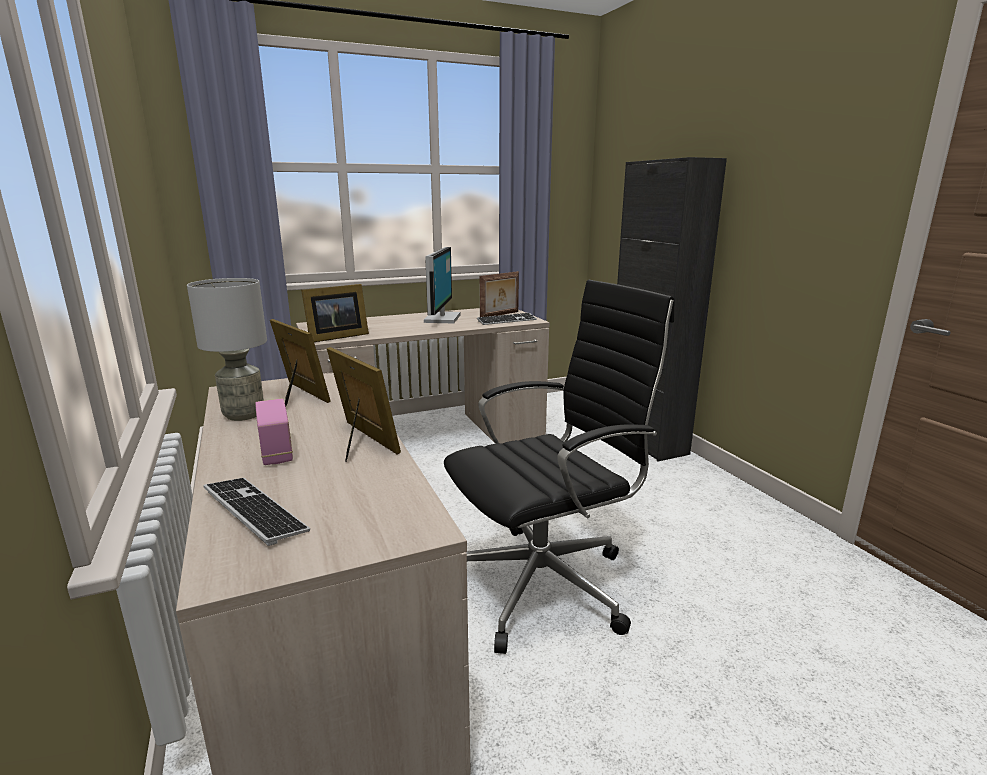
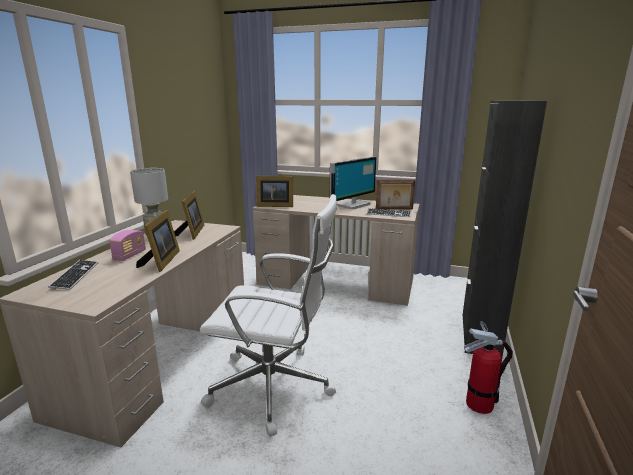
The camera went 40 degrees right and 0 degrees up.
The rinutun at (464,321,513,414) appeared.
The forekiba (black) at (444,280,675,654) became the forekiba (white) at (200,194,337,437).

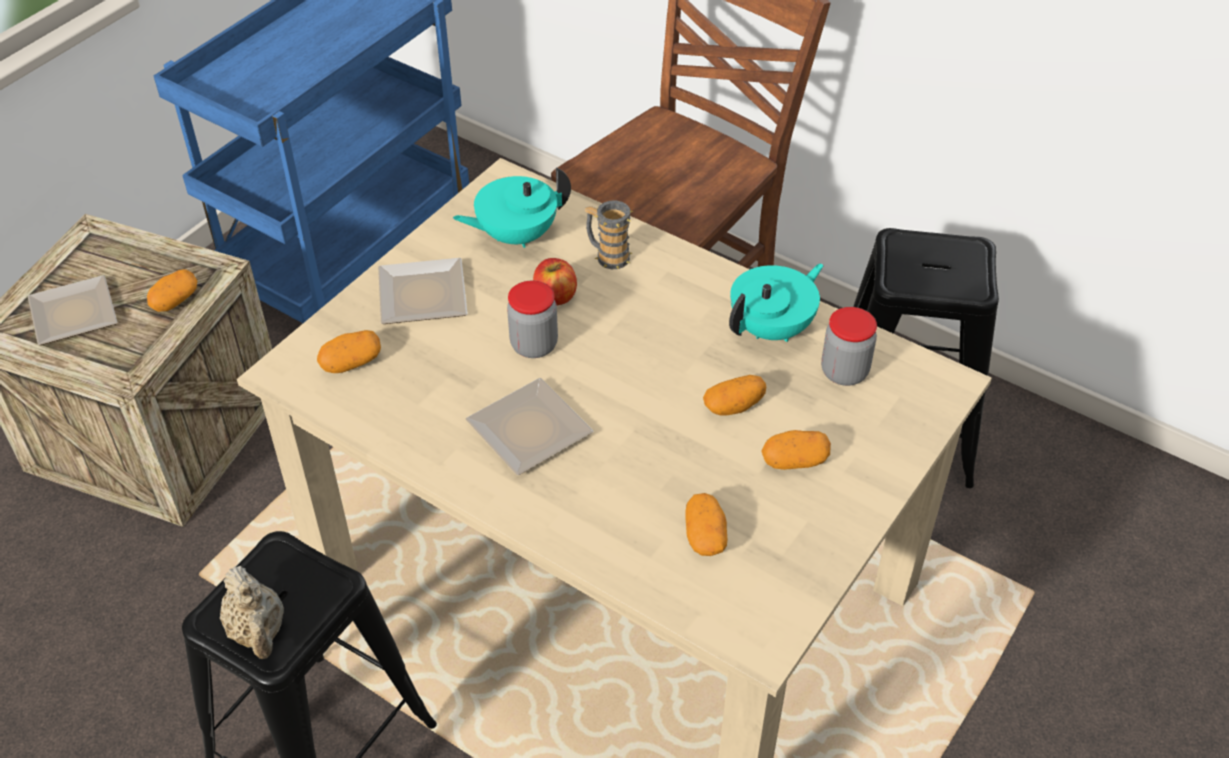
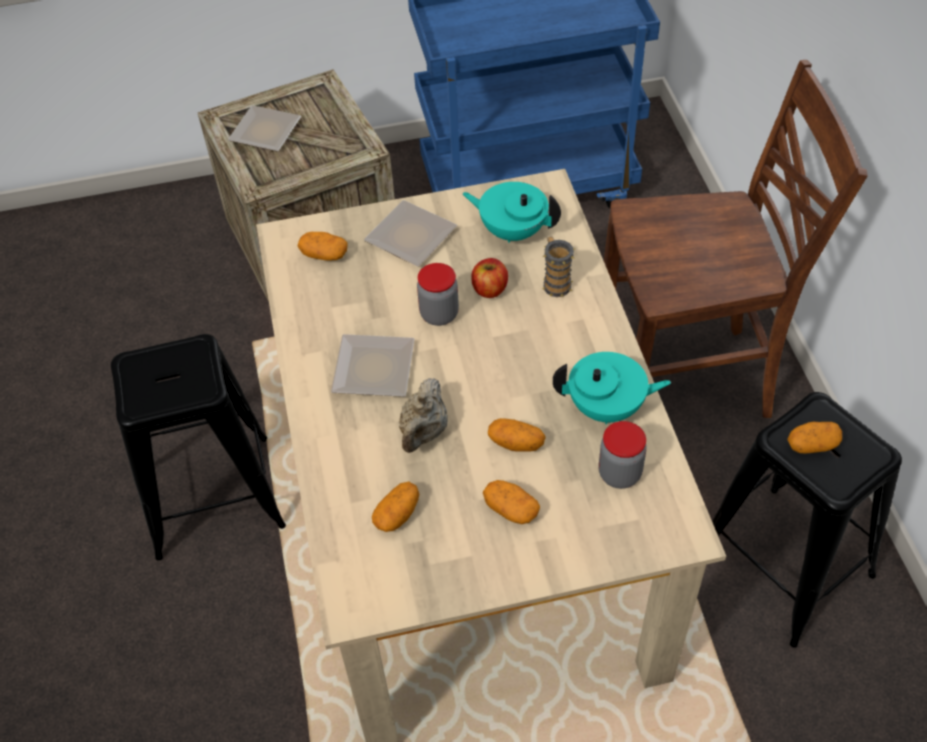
The camera went 45 degrees right and 5 degrees up.
The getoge moved from (147,269,197,312) to (787,422,842,454).
The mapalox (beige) moved from (220,566,284,659) to (399,378,448,453).

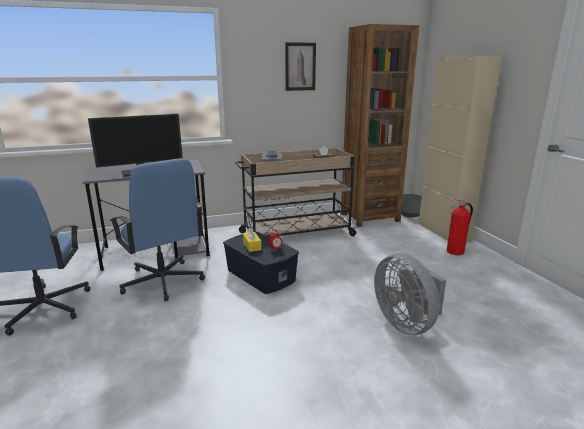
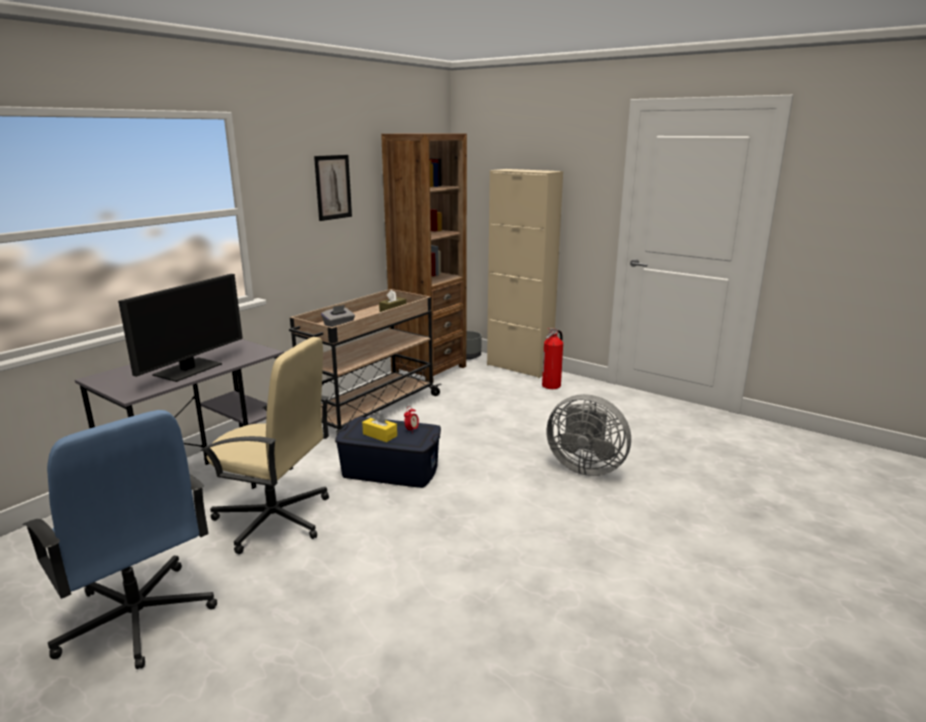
The camera went 35 degrees left and 0 degrees up.
The forekiba (blue) at (110,158,205,301) became the forekiba (beige) at (201,337,329,554).

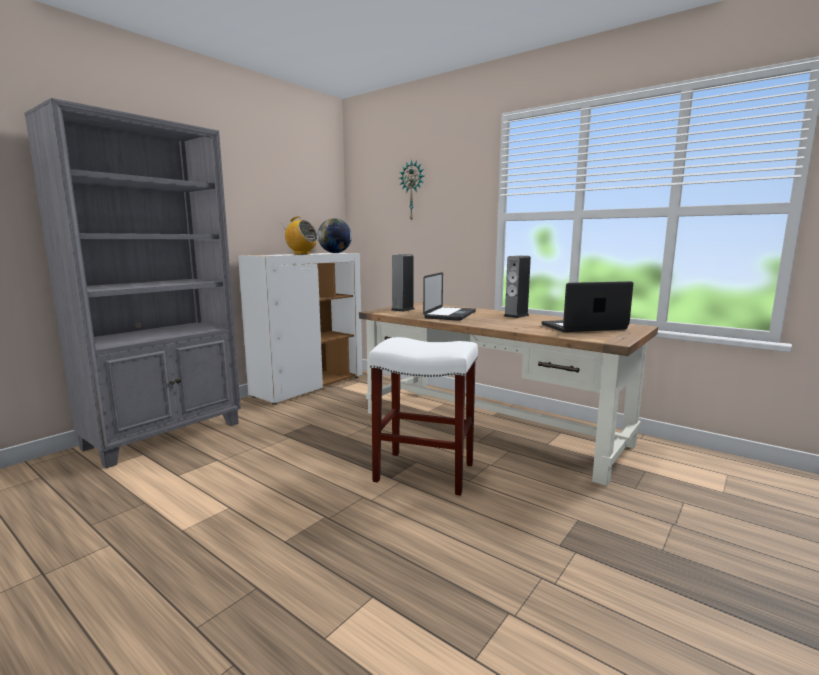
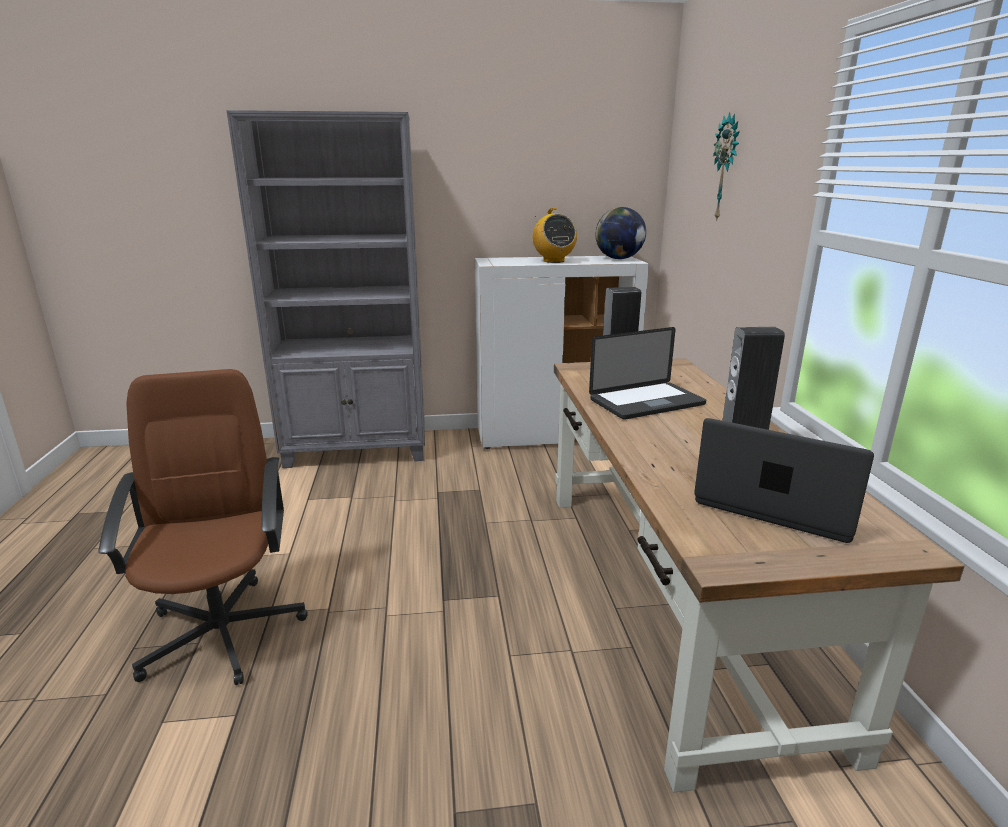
The camera went 45 degrees right and 10 degrees up.
The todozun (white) at (369,337,478,496) disappeared.
The forekiba (brown) at (98,369,308,685) appeared.

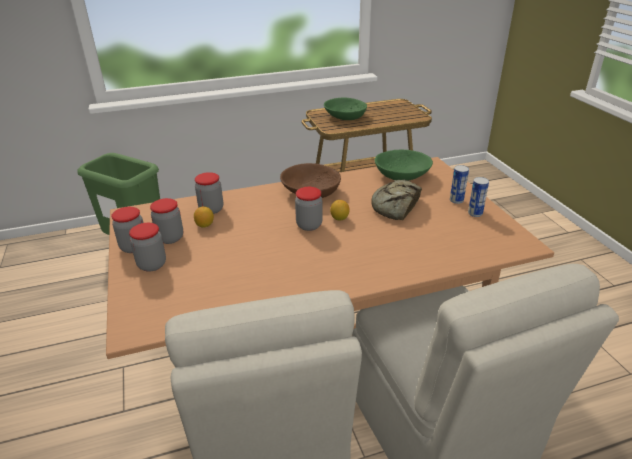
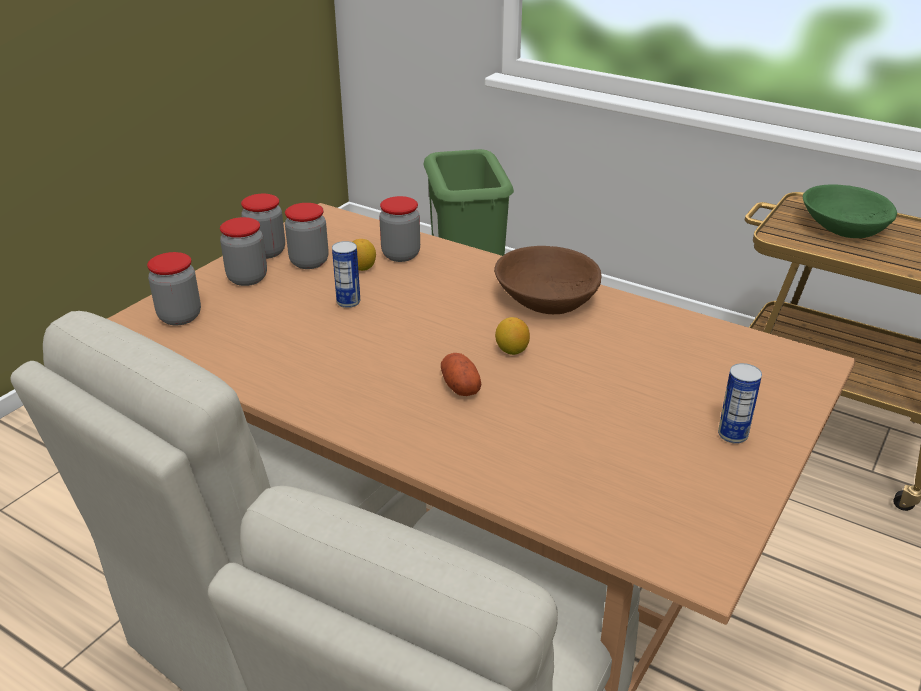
The camera went 50 degrees right and 0 degrees up.
The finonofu at (371,180,422,220) disappeared.
The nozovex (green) at (375,149,433,181) disappeared.
The getoge at (441,353,482,396) appeared.
The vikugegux moved from (295,187,323,231) to (147,252,201,326).
The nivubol moved from (468,177,489,217) to (332,241,360,308).

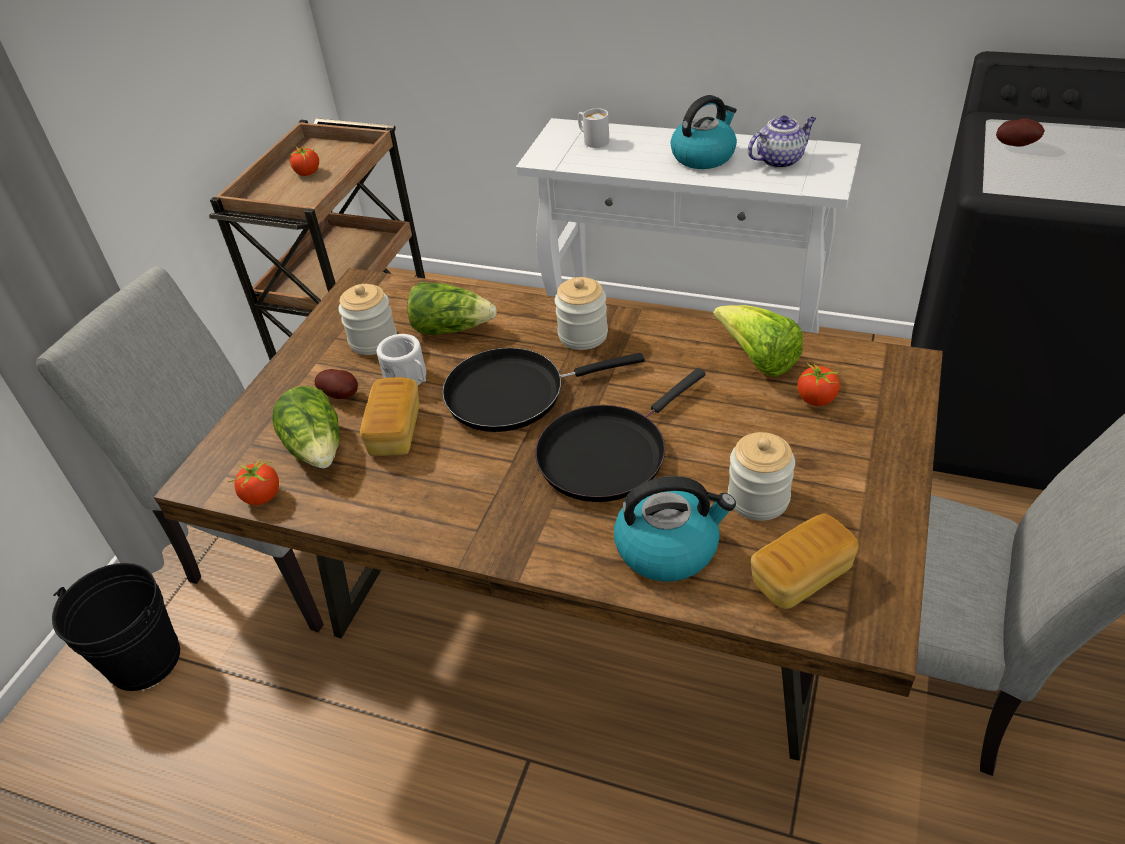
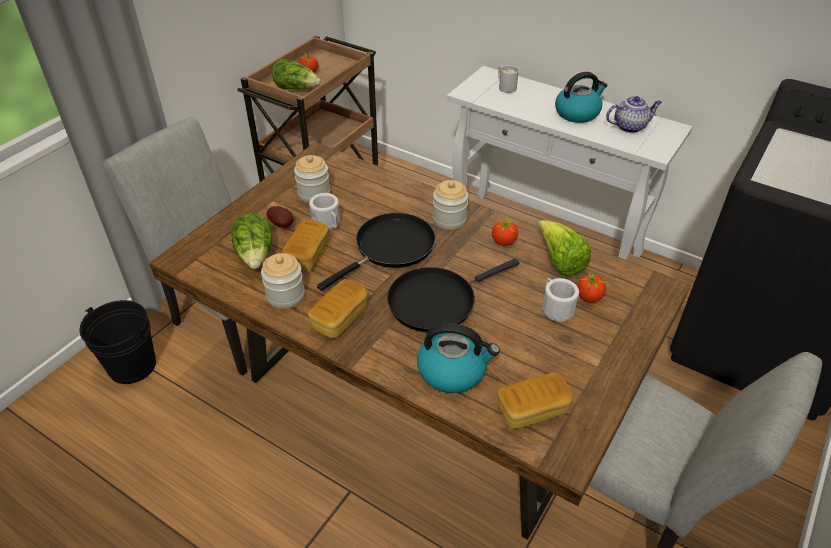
The camera went 10 degrees right and 0 degrees up.
The getoge at (996,118,1045,147) disappeared.
The finonofu at (308,279,367,338) appeared.
The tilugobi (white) at (542,278,579,322) appeared.
The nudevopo moved from (228,458,279,505) to (492,218,518,246).
The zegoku moved from (407,282,497,335) to (272,59,321,89).
The vikugegux moved from (728,432,795,521) to (261,253,305,309).
The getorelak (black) at (442,348,645,432) turned 135 degrees clockwise.

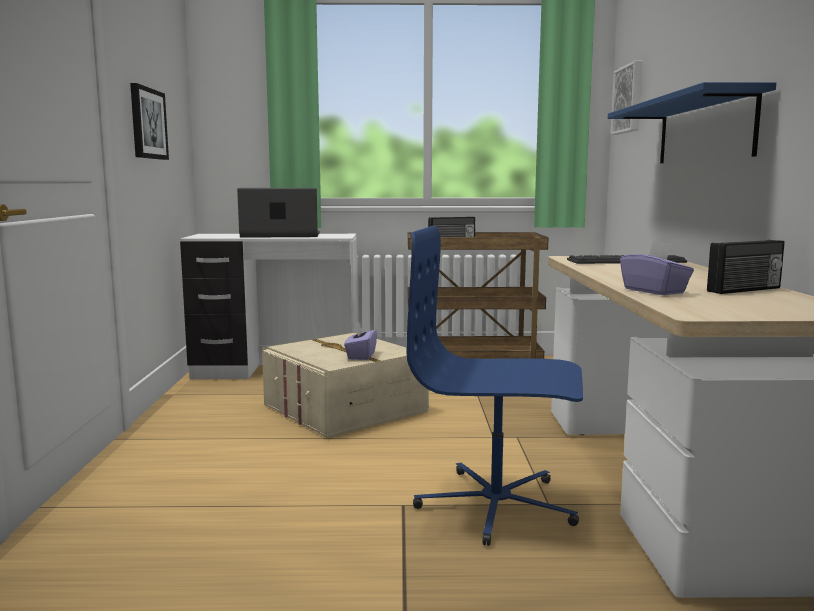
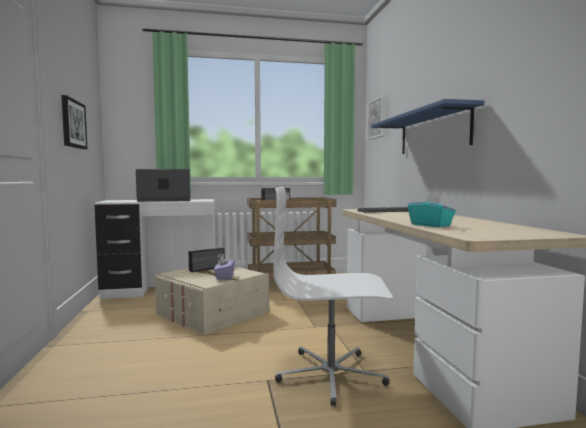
The camera went 10 degrees left and 5 degrees down.
The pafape moved from (707,240,785,294) to (189,248,225,272).
The forekiba (blue) at (407,226,583,546) became the forekiba (white) at (273,187,393,406).
The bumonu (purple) at (620,242,694,295) became the bumonu (turquoise) at (408,194,456,227).

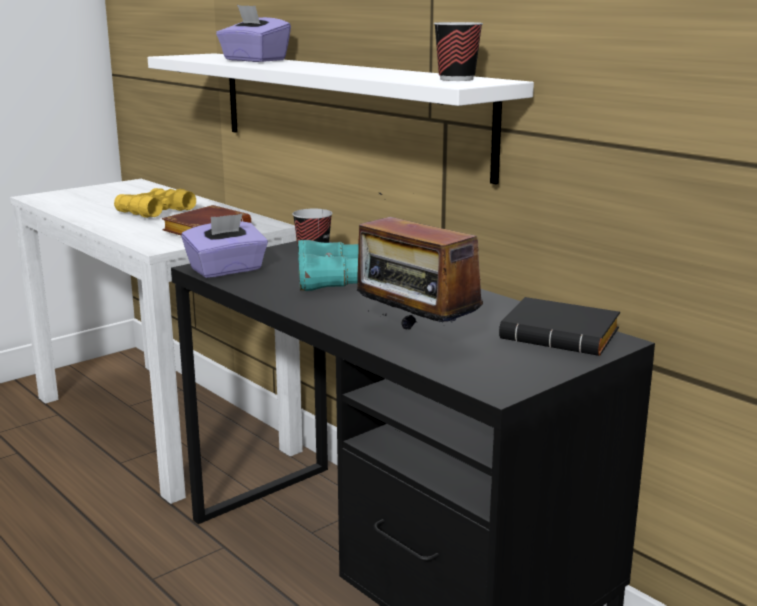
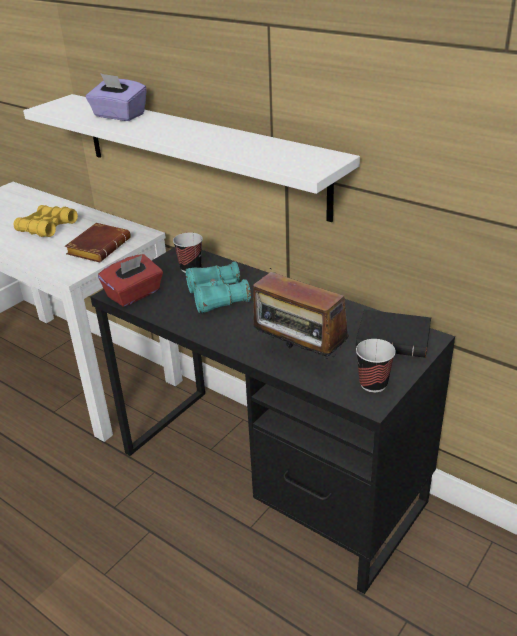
The camera went 10 degrees left and 15 degrees up.
The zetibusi moved from (434,22,483,81) to (356,339,396,392).
The bumonu (purple) at (182,214,268,278) became the bumonu (red) at (98,254,163,307).

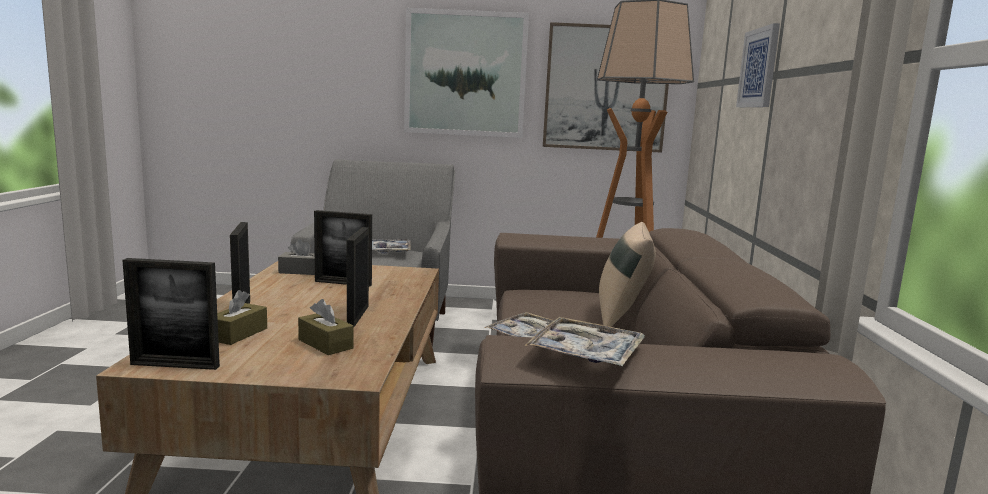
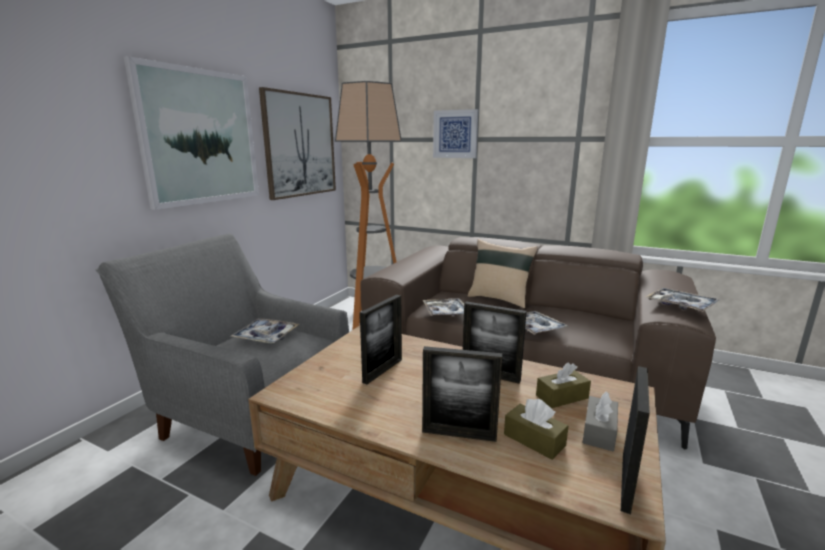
The camera went 65 degrees left and 5 degrees up.
The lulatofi at (423,298,464,316) appeared.
The bumonu (grey) moved from (278,239,315,275) to (583,391,618,452).

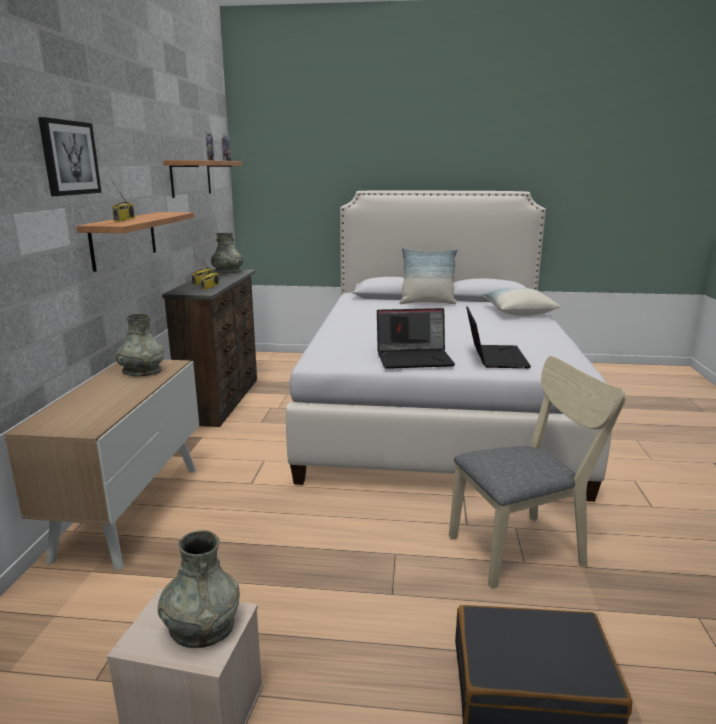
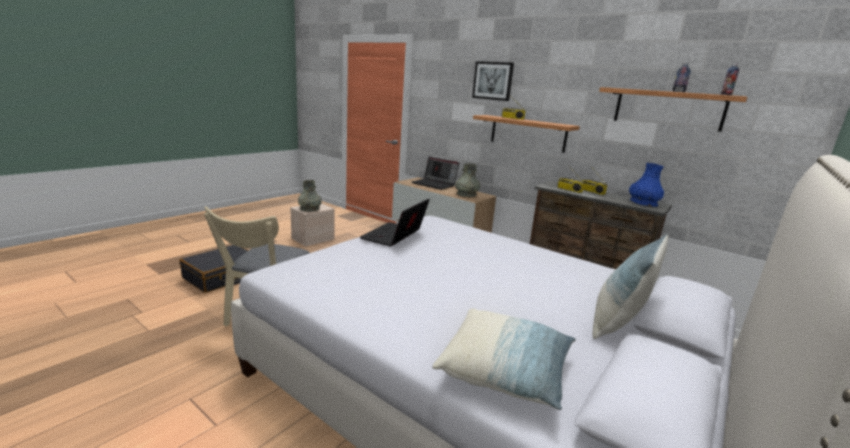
The camera went 120 degrees right and 0 degrees up.
The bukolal moved from (466,306,531,368) to (412,157,459,190).
The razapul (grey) at (211,233,243,273) became the razapul (blue) at (629,163,664,207).

